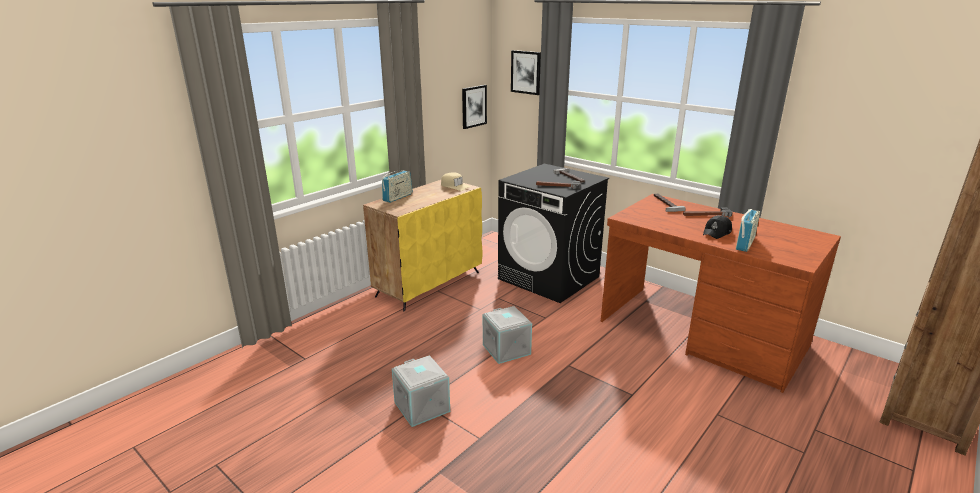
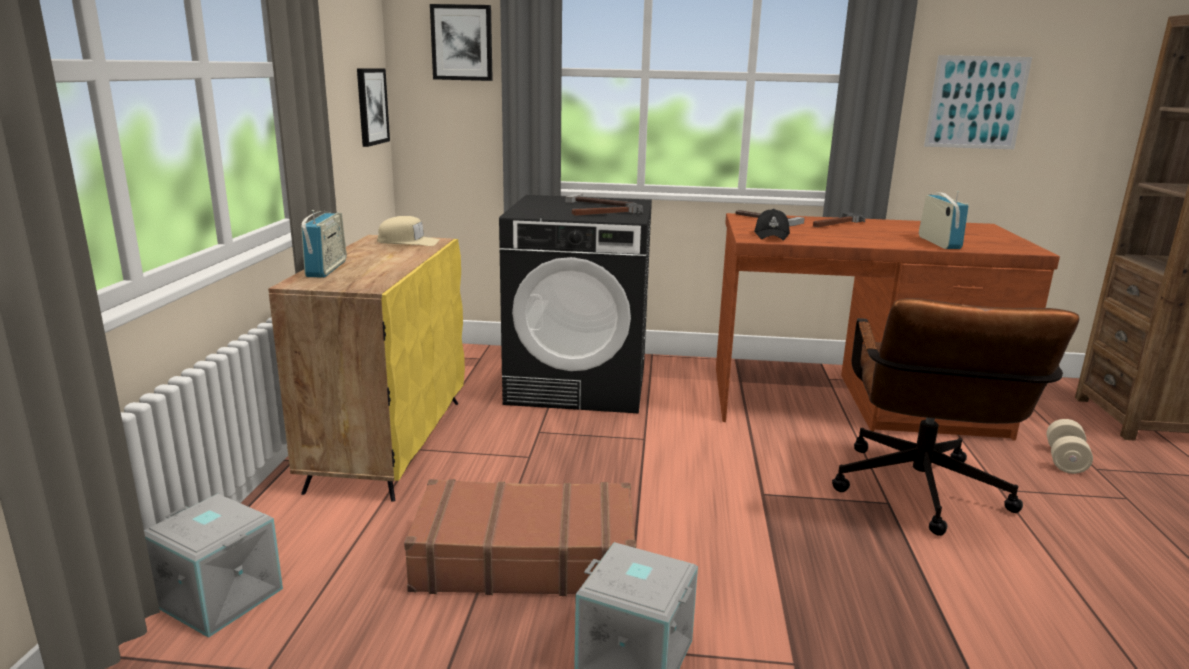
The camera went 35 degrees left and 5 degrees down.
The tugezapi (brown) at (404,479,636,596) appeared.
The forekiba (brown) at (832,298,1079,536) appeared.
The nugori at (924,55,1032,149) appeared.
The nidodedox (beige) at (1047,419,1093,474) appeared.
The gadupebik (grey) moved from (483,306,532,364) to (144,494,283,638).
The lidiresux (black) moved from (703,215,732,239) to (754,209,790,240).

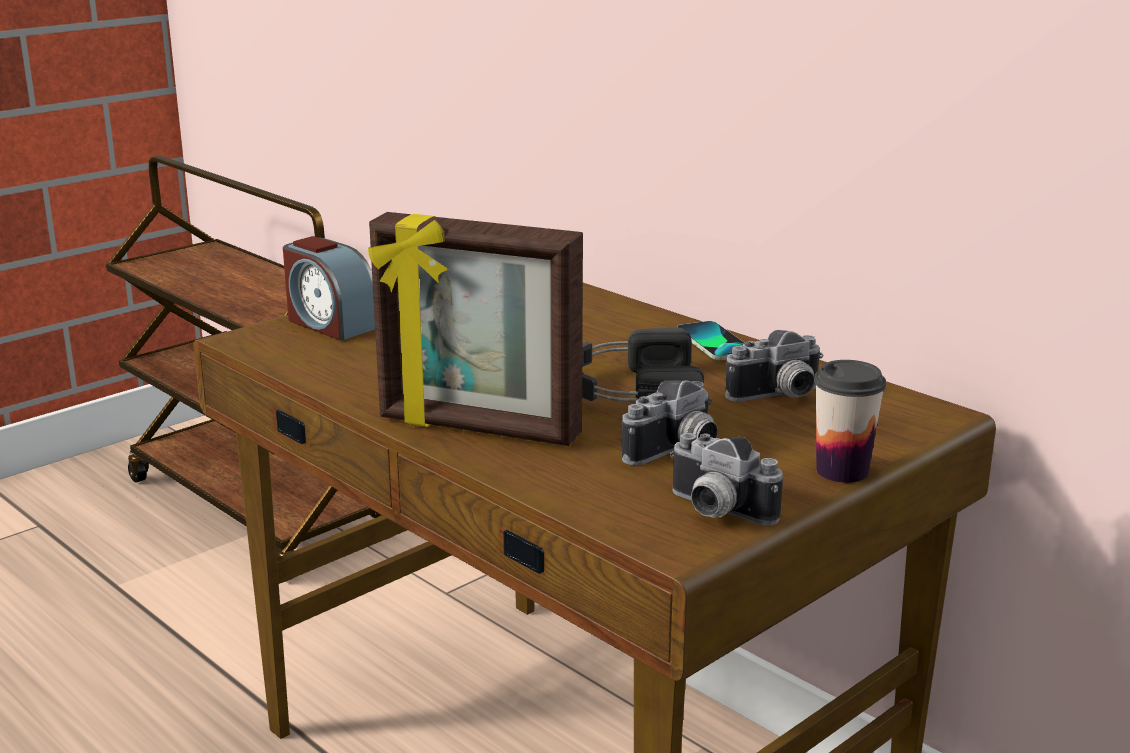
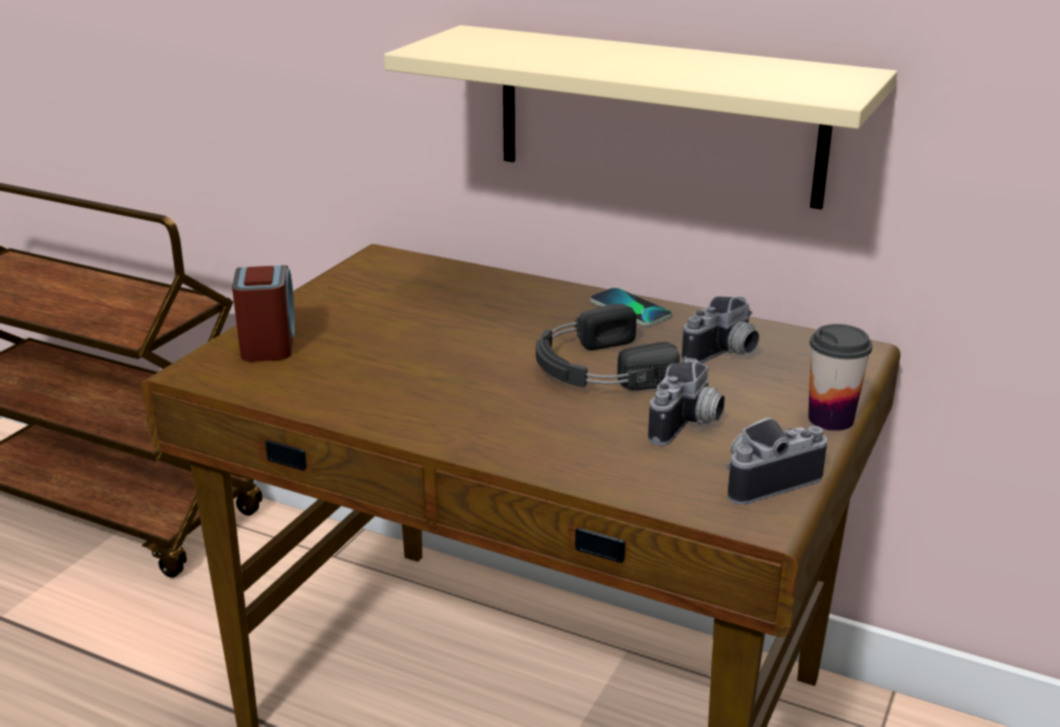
The camera went 20 degrees left and 5 degrees up.
The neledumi at (368,212,583,446) disappeared.
The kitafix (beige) at (384,25,897,210) appeared.
The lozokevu at (283,236,375,341) turned 120 degrees counterclockwise.
The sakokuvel at (670,433,783,526) turned 135 degrees clockwise.

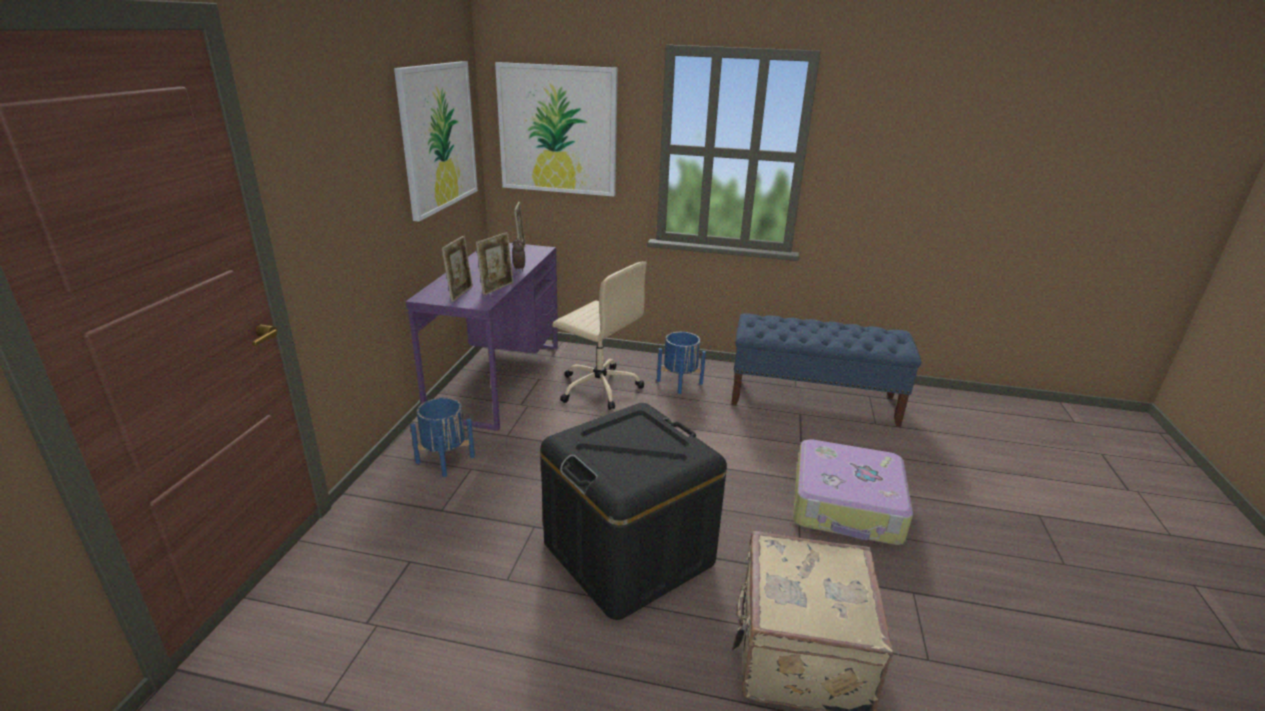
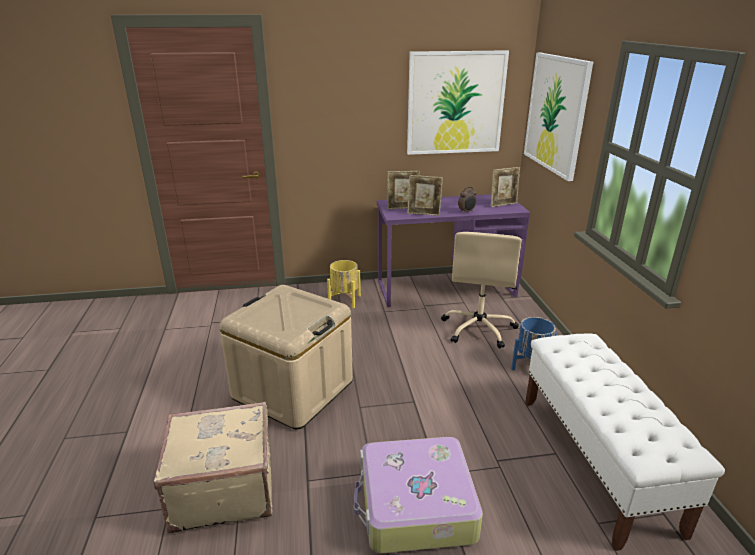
The camera went 70 degrees right and 0 degrees up.
The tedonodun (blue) at (410,398,475,477) became the tedonodun (yellow) at (327,260,361,308).
The gadupebik (black) at (540,403,727,620) became the gadupebik (beige) at (219,285,353,429).
The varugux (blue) at (731,313,921,427) became the varugux (white) at (525,333,725,551).

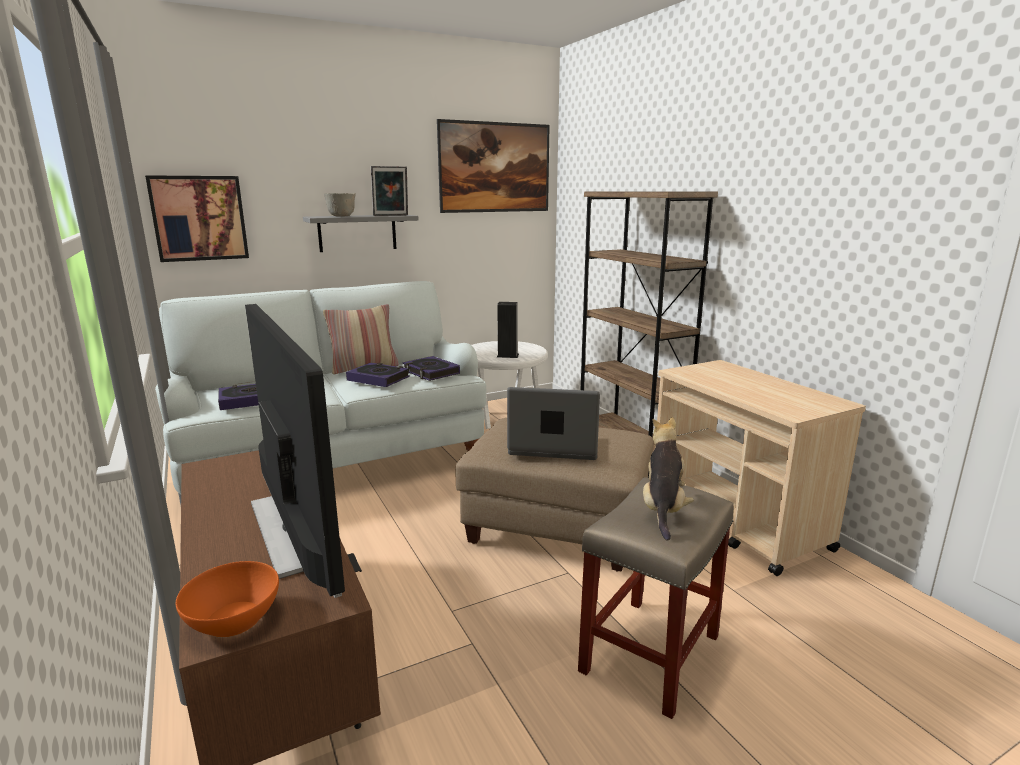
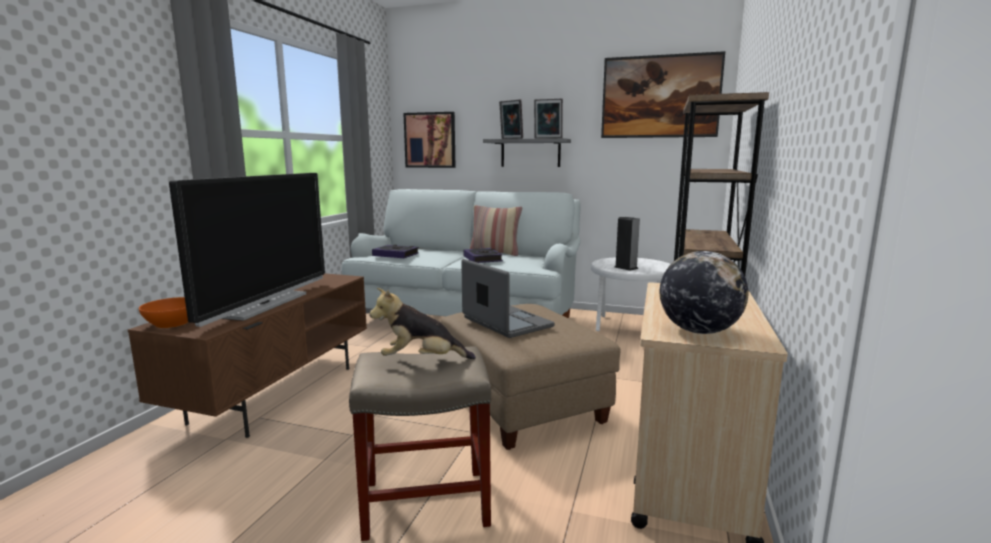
The camera went 45 degrees right and 5 degrees down.
The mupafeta at (403,356,460,381) disappeared.
The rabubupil at (660,251,748,334) appeared.
The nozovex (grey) at (324,193,356,217) was replaced by the neledumi at (499,99,523,139).
The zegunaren at (643,417,694,541) turned 150 degrees counterclockwise.

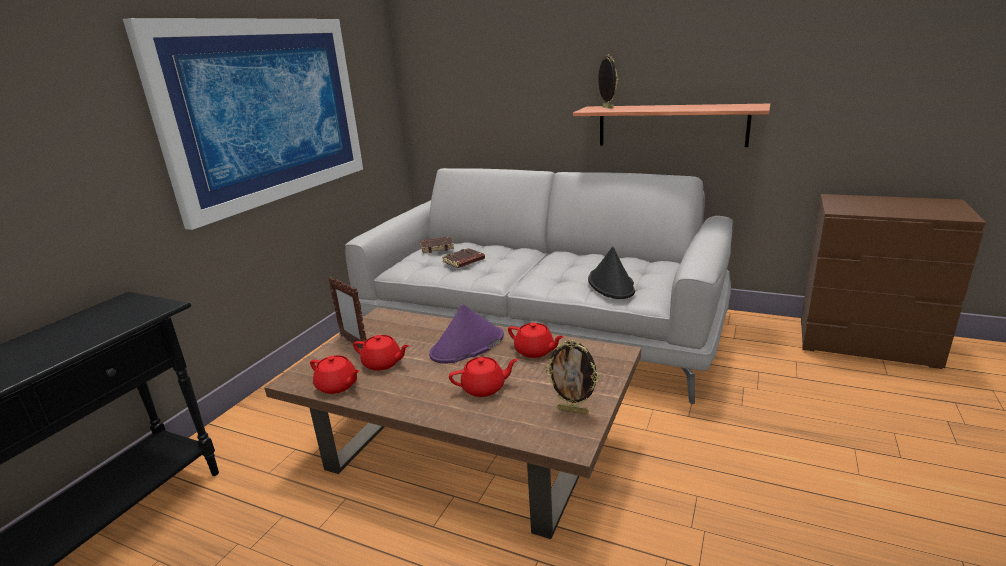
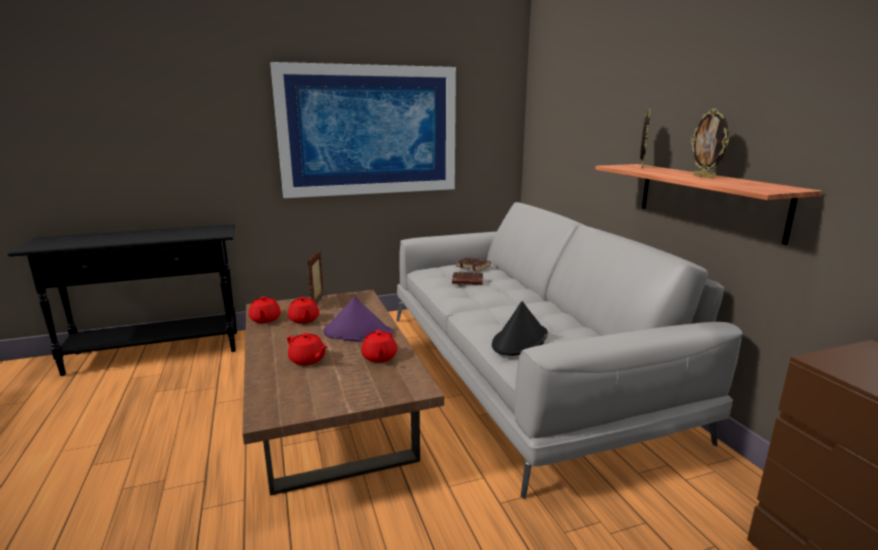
The camera went 45 degrees right and 5 degrees down.
The neledumi moved from (545,340,600,414) to (691,109,729,178).

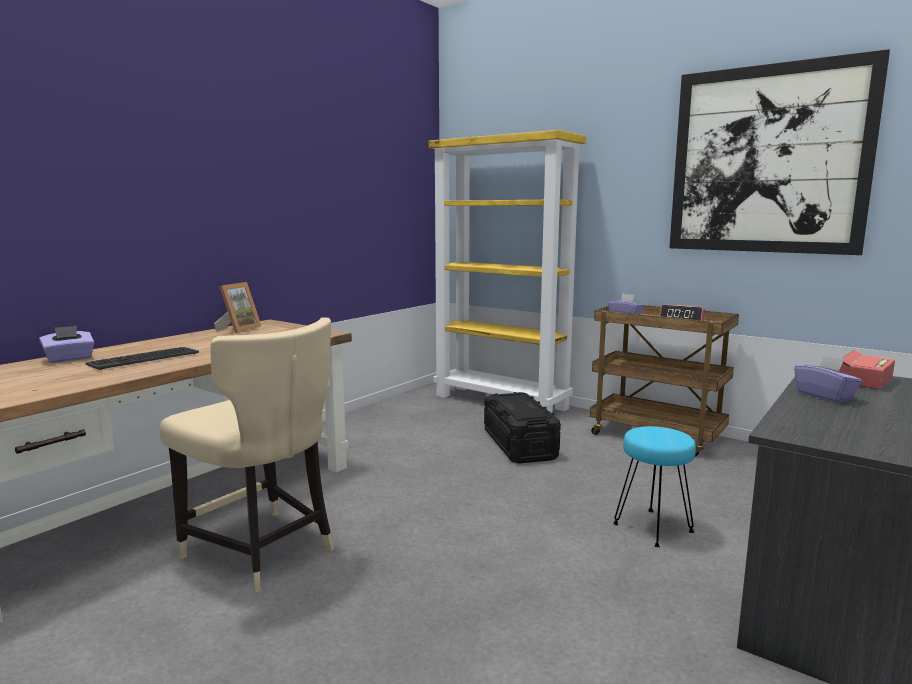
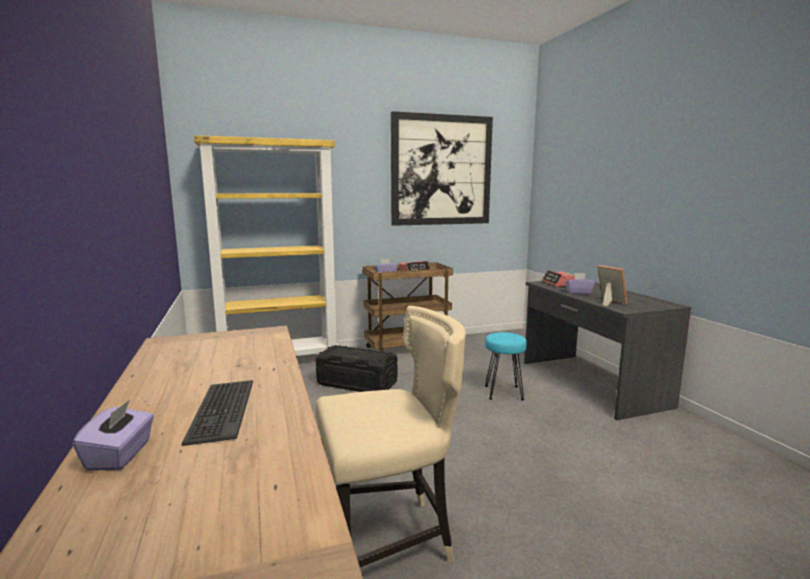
The camera went 55 degrees left and 0 degrees up.
The neledumi moved from (214,282,261,333) to (598,265,627,306).

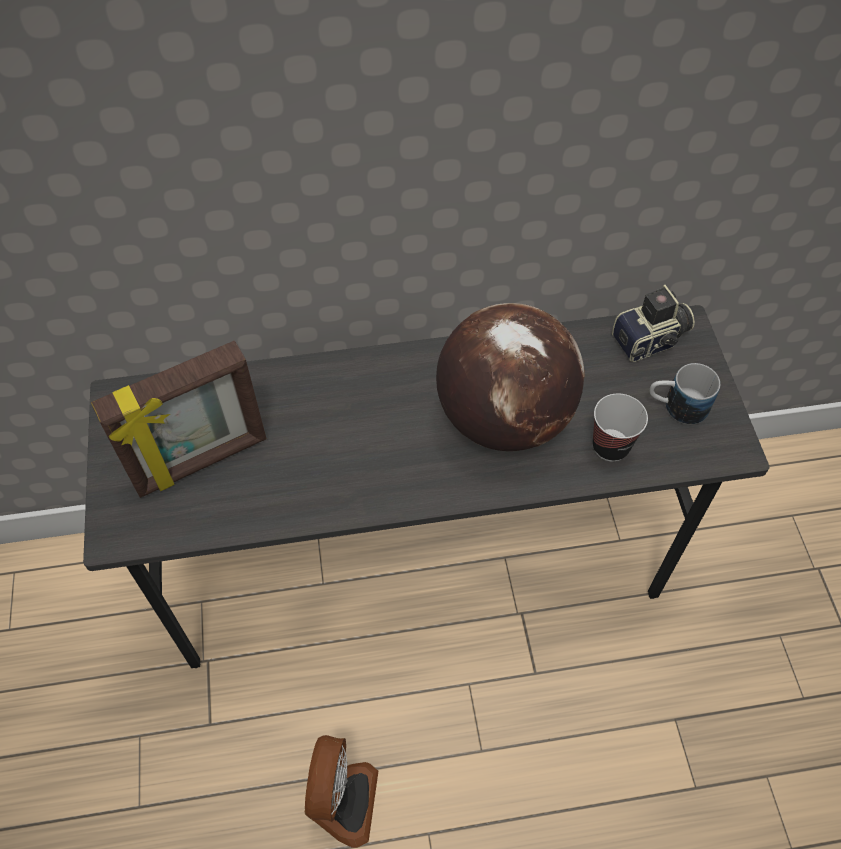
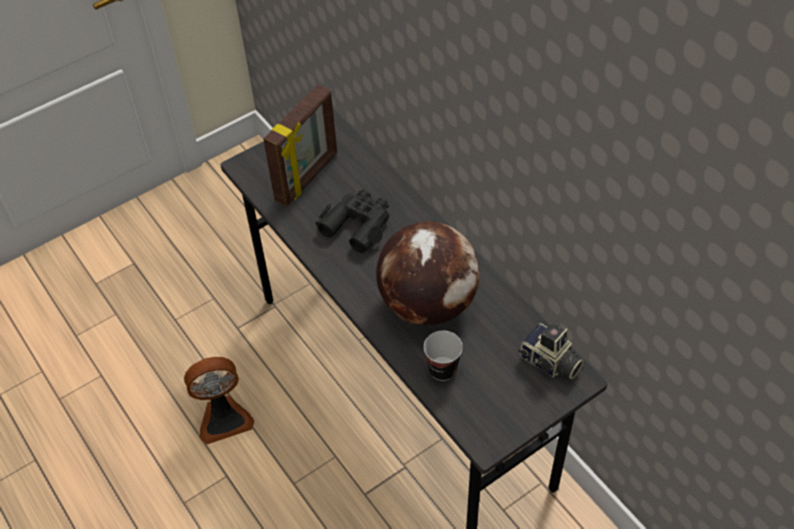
The camera went 65 degrees right and 5 degrees down.
The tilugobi at (650,363,720,425) disappeared.
The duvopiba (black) at (315,190,389,253) appeared.
The neledumi at (91,341,266,498) turned 90 degrees counterclockwise.

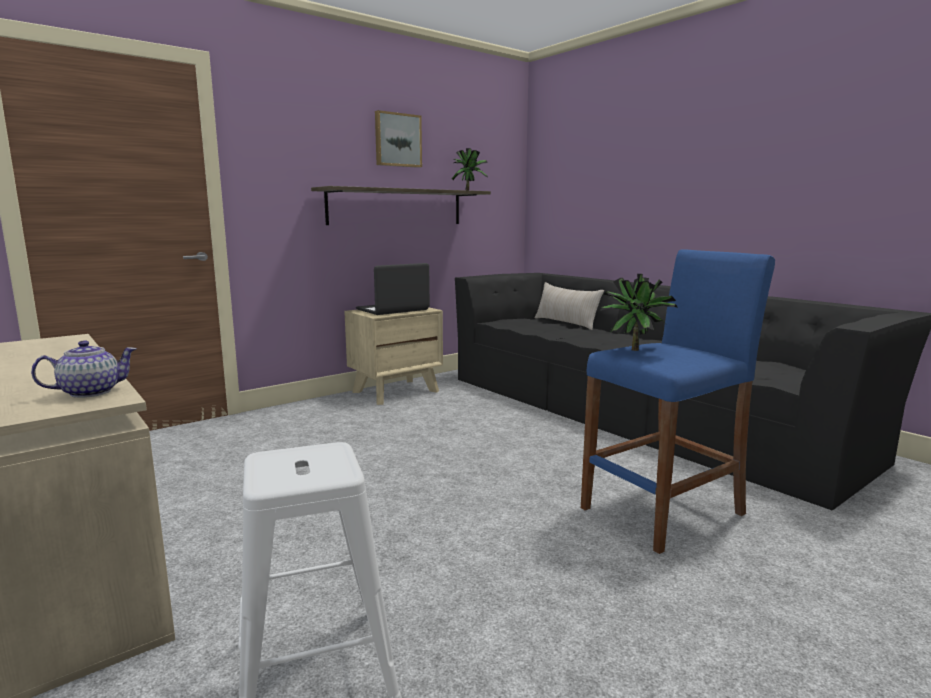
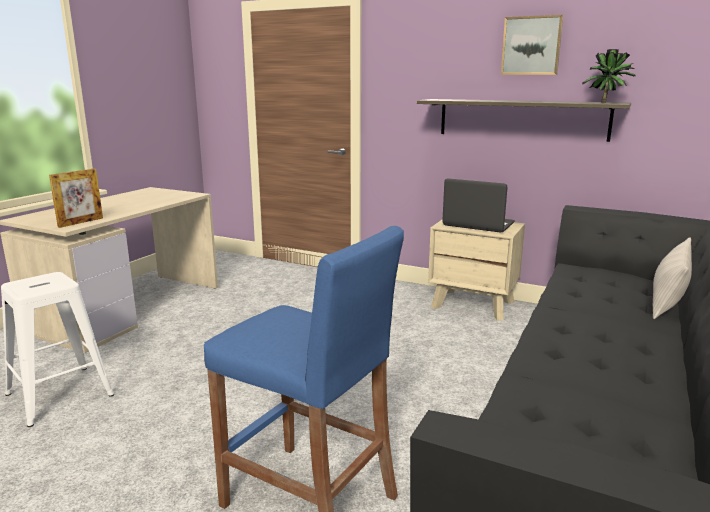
The camera went 65 degrees right and 5 degrees up.
The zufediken at (600,274,677,351) disappeared.
The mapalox at (31,340,137,398) was replaced by the neledumi at (49,169,103,228).

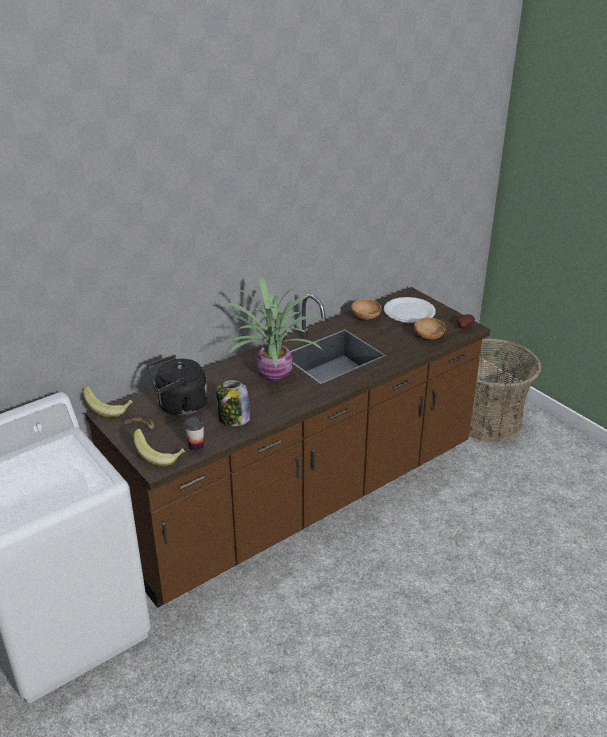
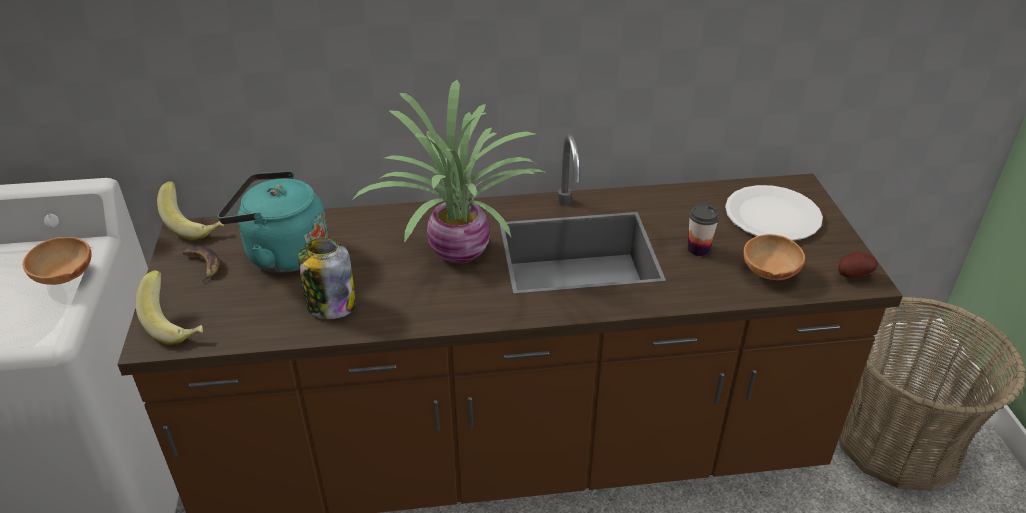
The camera went 30 degrees right and 5 degrees up.
The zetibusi moved from (184,417,204,451) to (688,204,720,256).
The nozovex (brown) moved from (351,299,382,320) to (23,237,92,285).
The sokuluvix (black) at (147,355,208,416) became the sokuluvix (turquoise) at (218,171,328,273).

